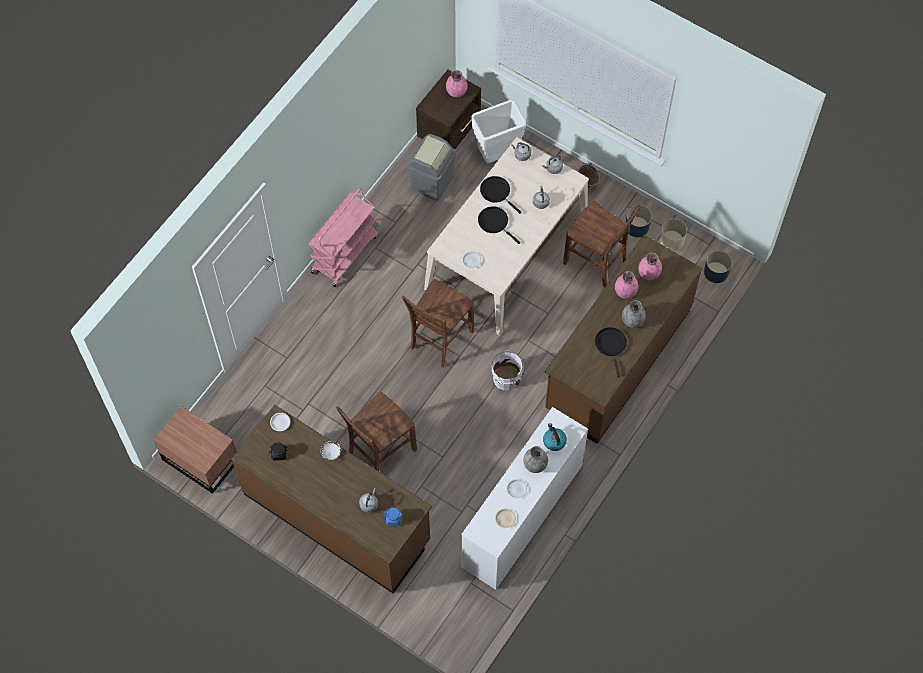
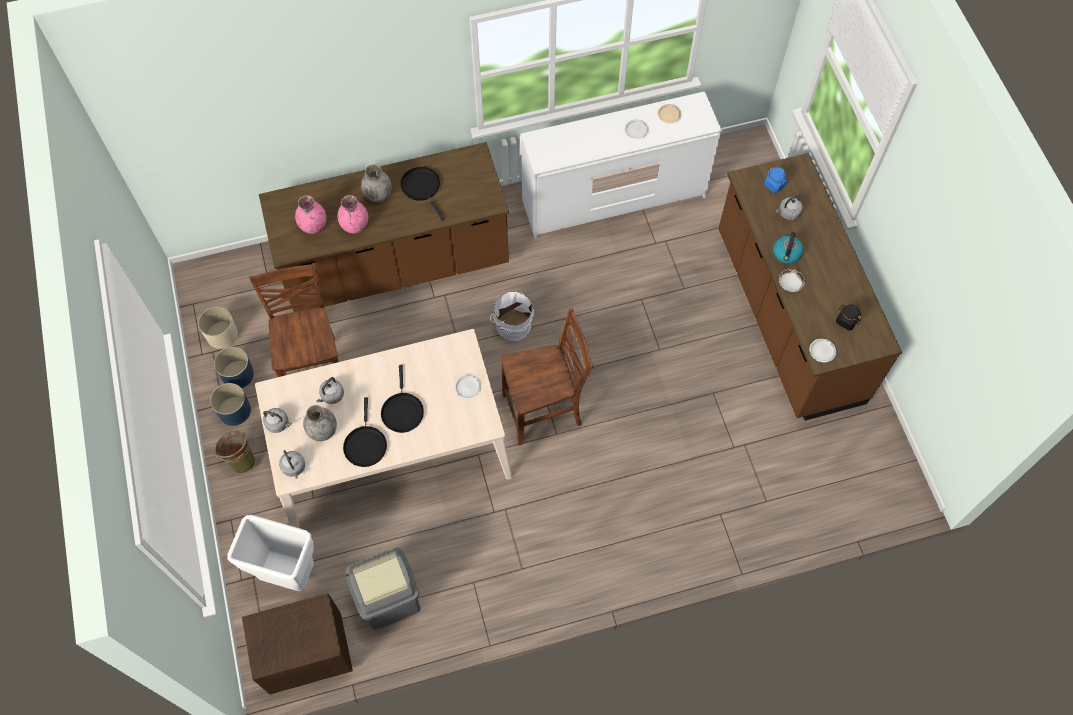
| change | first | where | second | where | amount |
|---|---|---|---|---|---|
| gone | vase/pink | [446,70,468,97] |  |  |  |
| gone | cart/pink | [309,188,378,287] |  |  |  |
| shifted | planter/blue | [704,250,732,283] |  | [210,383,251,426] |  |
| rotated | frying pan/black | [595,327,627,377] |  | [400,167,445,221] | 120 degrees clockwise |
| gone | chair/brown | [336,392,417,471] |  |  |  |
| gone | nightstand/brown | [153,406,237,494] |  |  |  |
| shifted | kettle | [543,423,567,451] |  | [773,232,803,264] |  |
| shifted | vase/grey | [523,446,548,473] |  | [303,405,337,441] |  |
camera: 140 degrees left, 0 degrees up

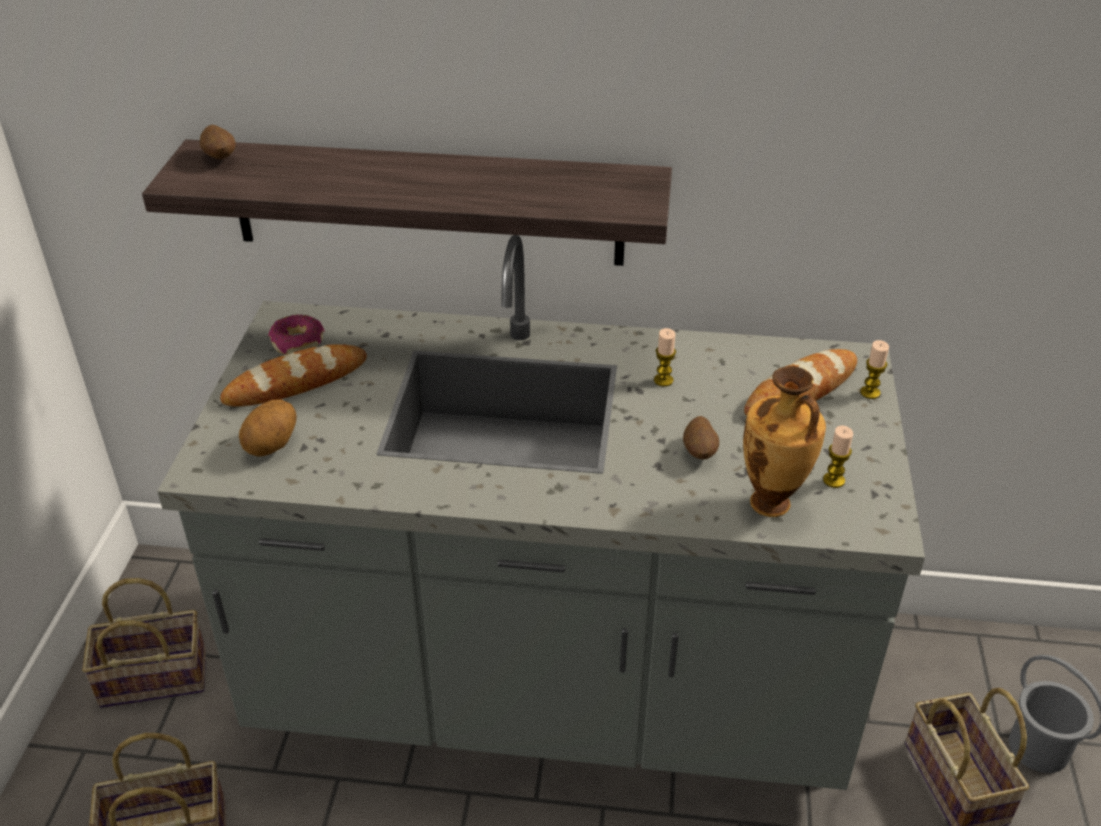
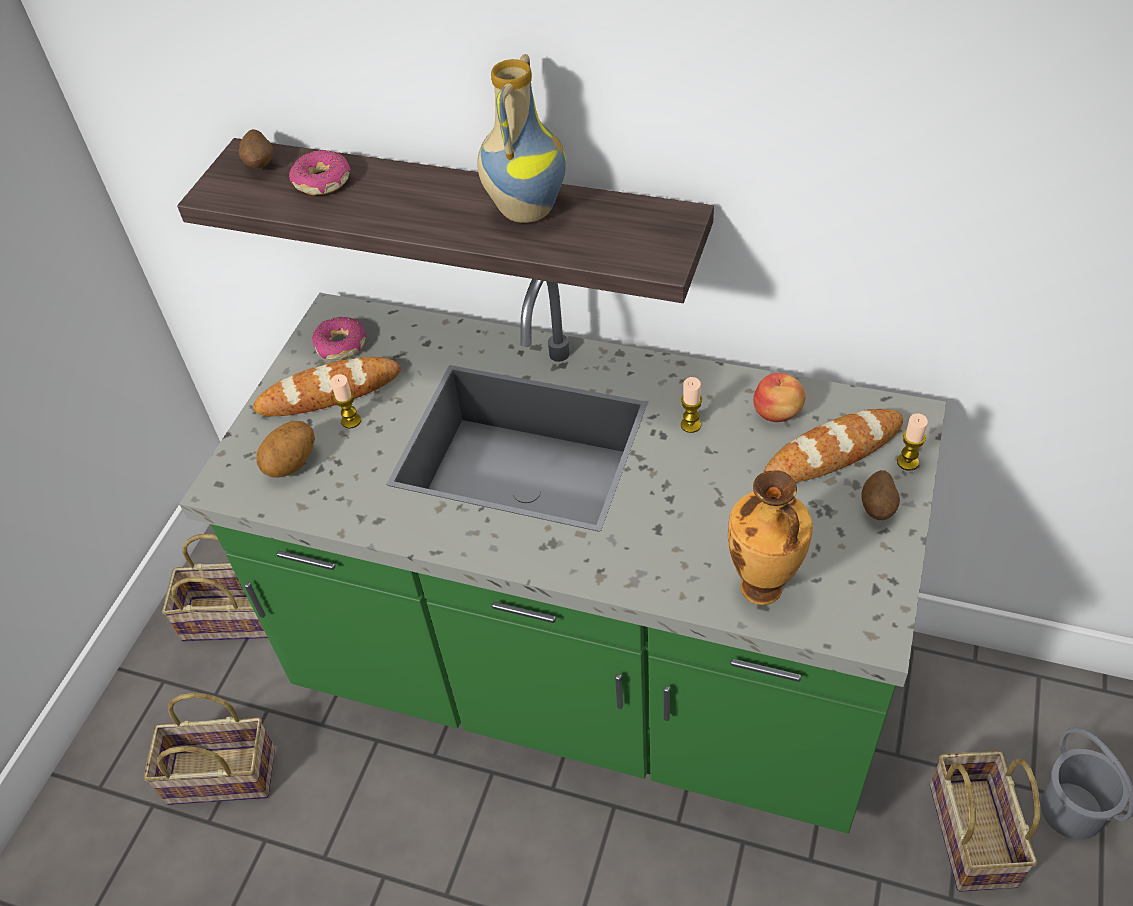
| change | first | where | second | where | amount |
|---|---|---|---|---|---|
| repainted | counter/grey | [157,235,925,790] | counter/green | [179,279,946,834] |  |
| shifted | potato | [683,416,719,459] |  | [861,470,900,520] |  |
| shifted | candle | [823,426,853,488] |  | [331,374,361,429] |  |
| new |  |  | vase | [477,54,566,223] |  |
| new |  |  | donut | [289,150,351,195] |  |
| new |  |  | apple | [753,373,805,422] |  |
camera: 15 degrees right, 10 degrees up

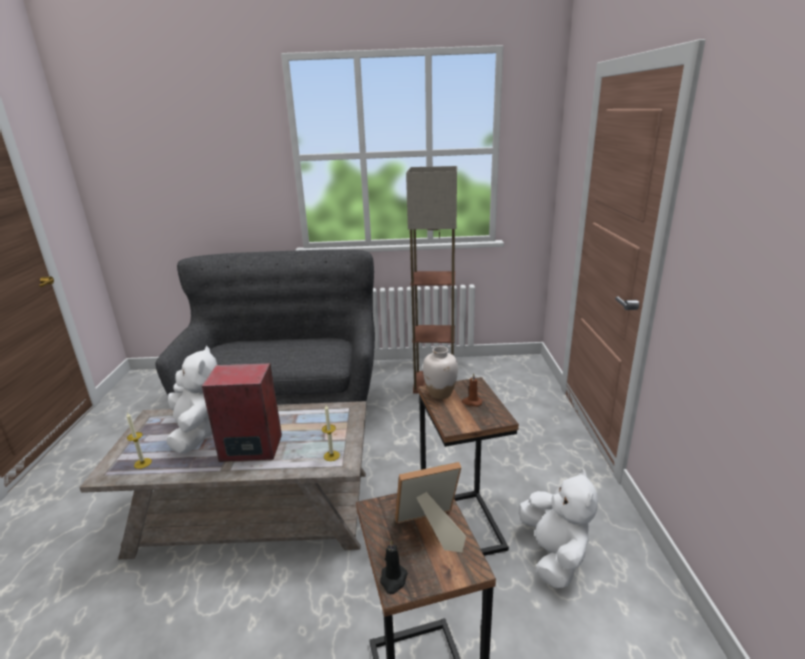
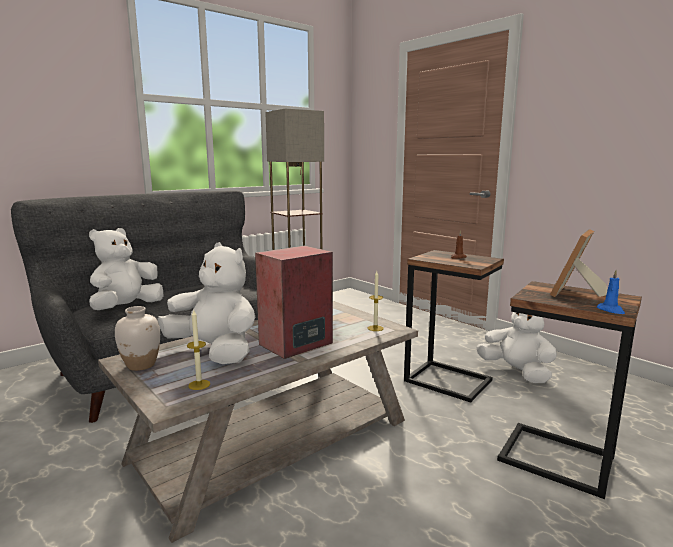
| change | first | where | second | where | amount |
|---|---|---|---|---|---|
| shifted | vase/white | [423,346,458,399] |  | [115,306,160,371] |  |
| repainted | candle/black | [380,540,408,594] | candle/blue | [597,270,625,314] |  |
| new |  |  | plush toy/white | [89,228,164,310] |  |
camera: 40 degrees left, 10 degrees down

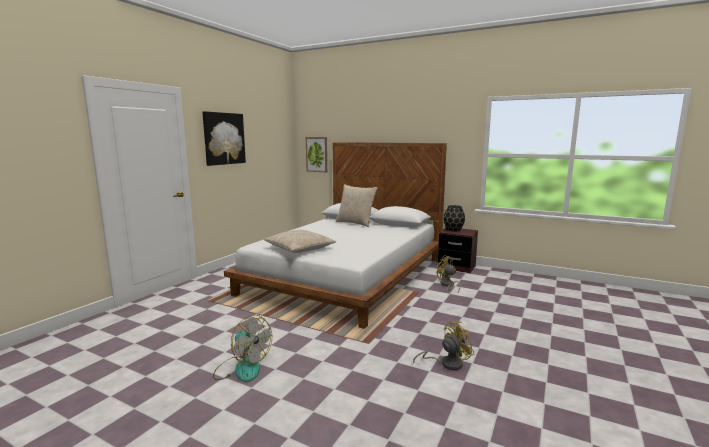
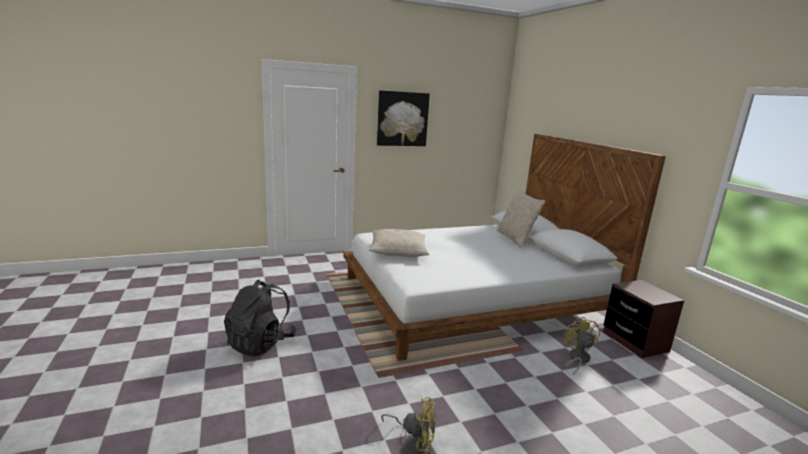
| change | first | where | second | where | amount |
|---|---|---|---|---|---|
| gone | picture | [306,137,327,172] |  |  |  |
| gone | vase/black | [443,205,465,231] |  |  |  |
| swapped | fan | [213,315,272,382] | backpack/black | [224,280,296,357] |  |
camera: 40 degrees right, 5 degrees up

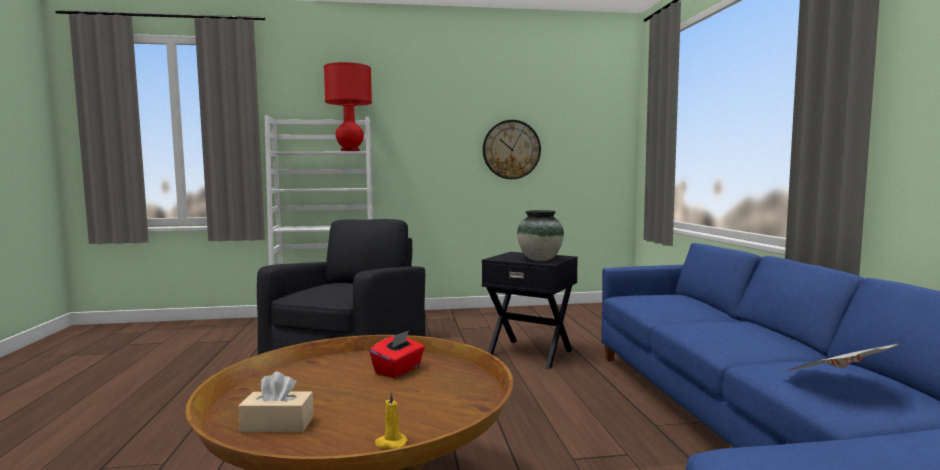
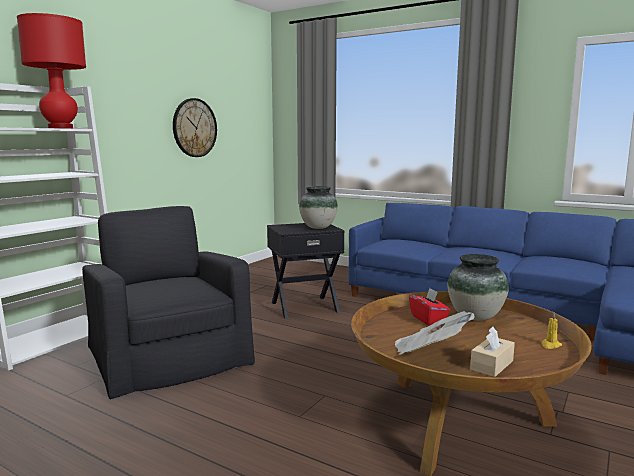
| change | first | where | second | where | amount |
|---|---|---|---|---|---|
| shifted | newspaper | [781,344,900,372] |  | [395,311,474,355] |  |
| new |  |  | vase | [447,254,509,321] |  |
camera: 50 degrees left, 5 degrees up

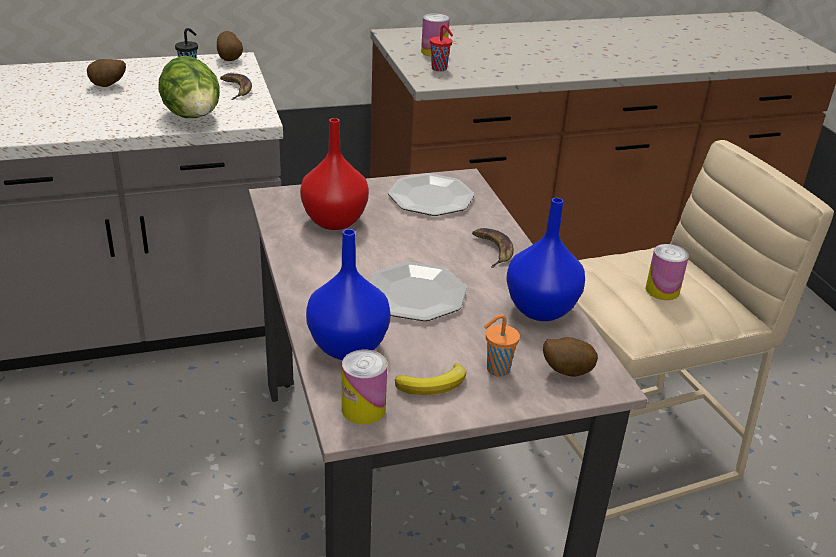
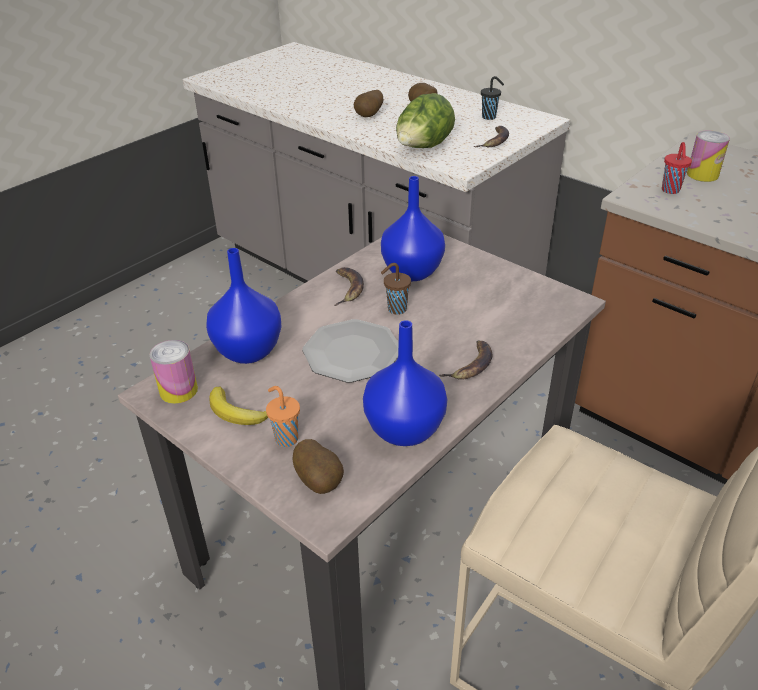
| change | first | where | second | where | amount |
|---|---|---|---|---|---|
| shifted | potato | [217,31,243,61] |  | [354,90,383,117] |  |
| repainted | vase/red | [300,118,369,230] | vase/blue | [381,176,445,281] |  |
| gone | plate | [388,173,475,216] |  |  |  |
| gone | can | [646,244,689,300] |  |  |  |
| new |  |  | cup/brown | [381,263,411,315] |  |
| new |  |  | banana | [334,267,364,306] |  |
camera: 60 degrees right, 5 degrees up

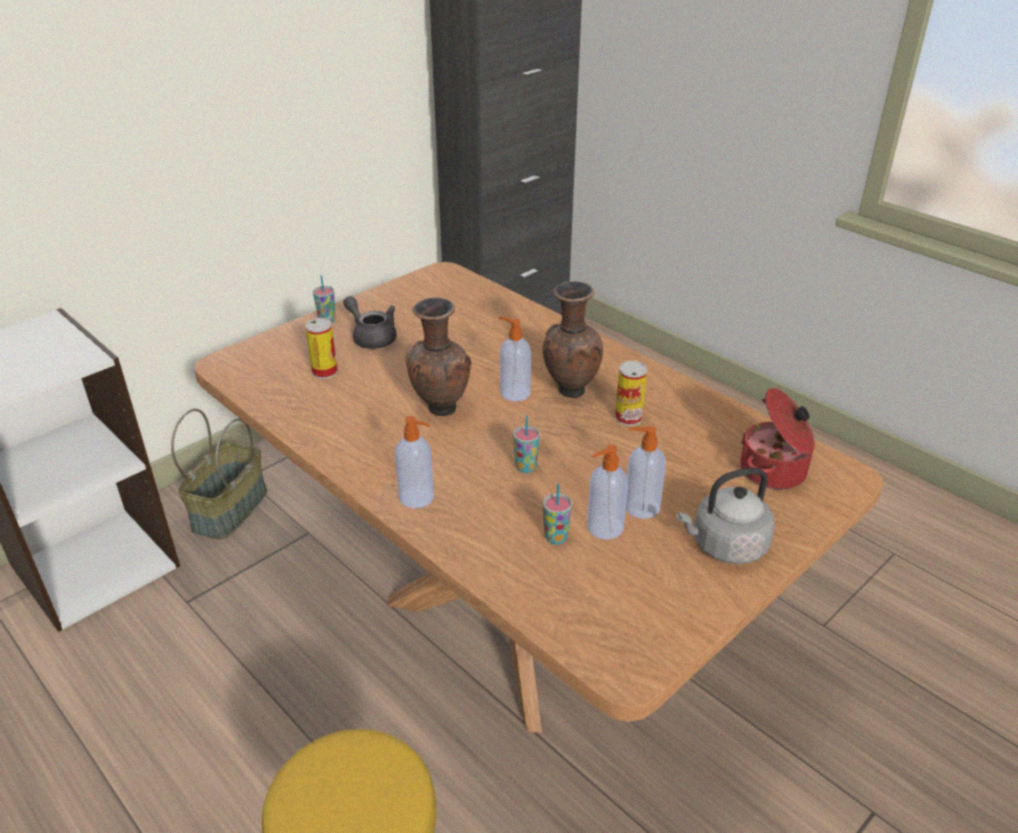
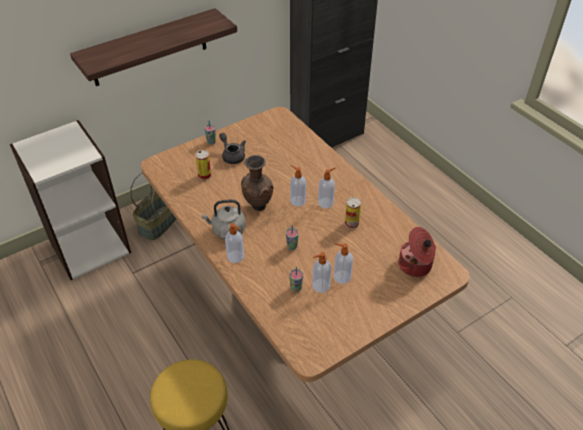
| change | first | where | second | where | amount |
|---|---|---|---|---|---|
| swapped | vase/brown | [542,281,603,398] | soap dispenser | [318,168,336,208] |  |
| shifted | kettle/grey | [677,468,775,564] |  | [201,199,246,239] |  |
| new |  |  | shelf | [70,8,237,86] |  |
camera: 10 degrees right, 10 degrees up

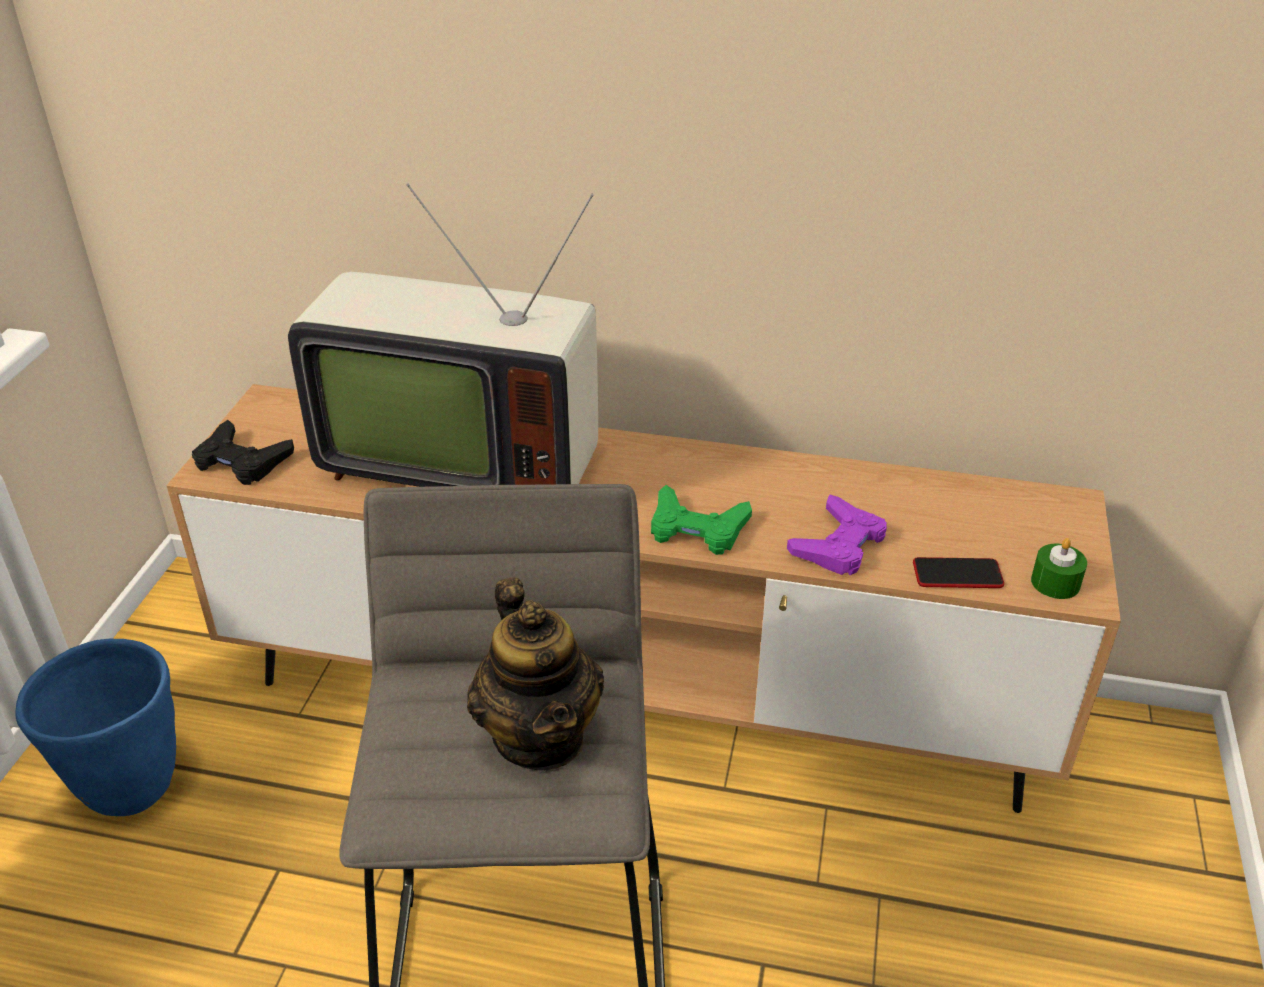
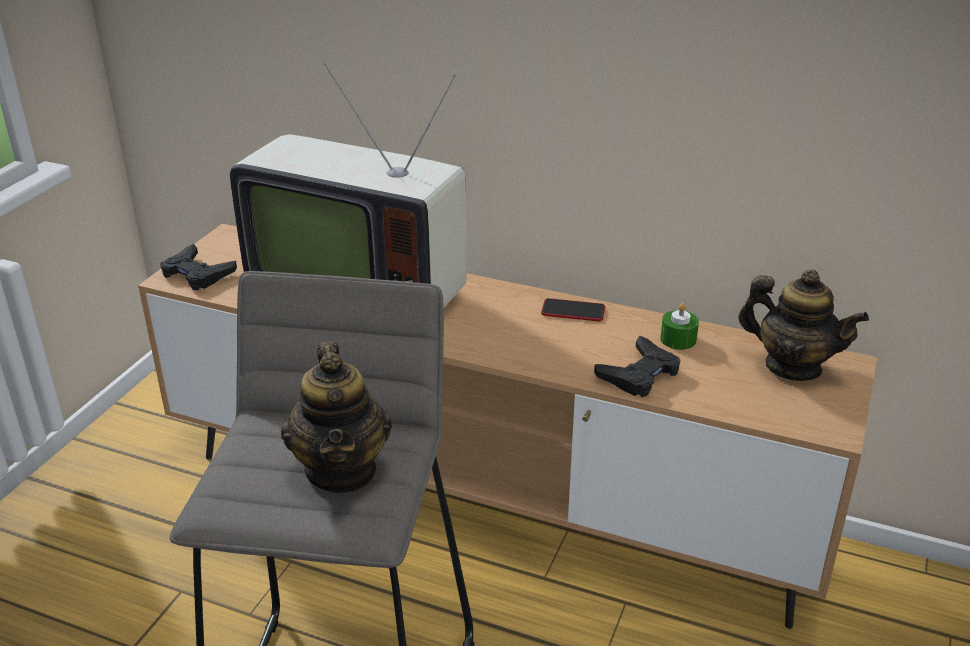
| change | first | where | second | where | amount |
|---|---|---|---|---|---|
| gone | game controller/green | [651,485,752,555] |  |  |  |
| repainted | game controller/purple | [787,494,887,575] | game controller/black | [594,335,680,397] |  |
| shifted | candle/green | [1031,538,1087,599] |  | [660,303,699,350] |  |
| shifted | phone | [913,557,1004,588] |  | [541,298,605,321] |  |
| gone | planter/blue | [15,639,176,816] |  |  |  |
| new |  |  | teapot | [738,269,869,381] |  |
camera: 10 degrees right, 5 degrees down

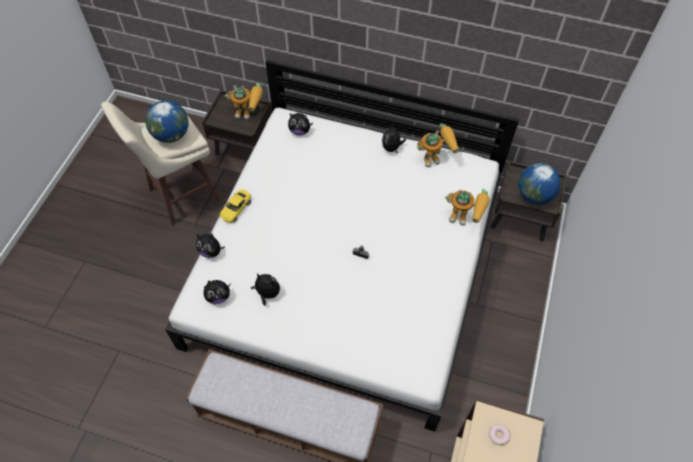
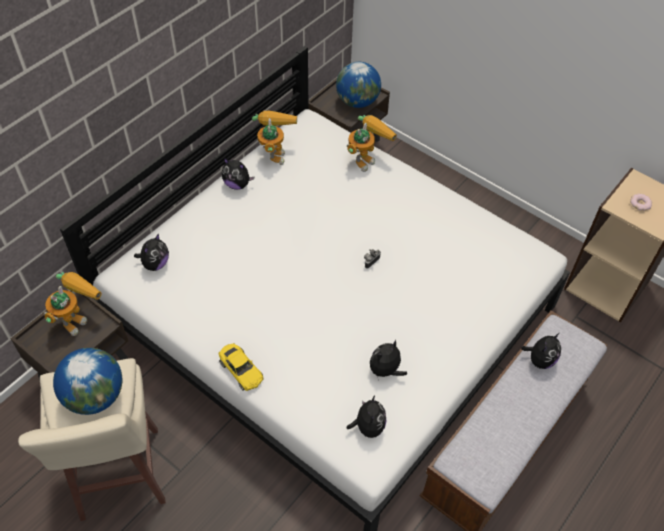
| change | first | where | second | where | amount |
|---|---|---|---|---|---|
| shifted | plush toy | [196,233,225,258] |  | [521,333,561,369] |  |
camera: 70 degrees left, 5 degrees down

